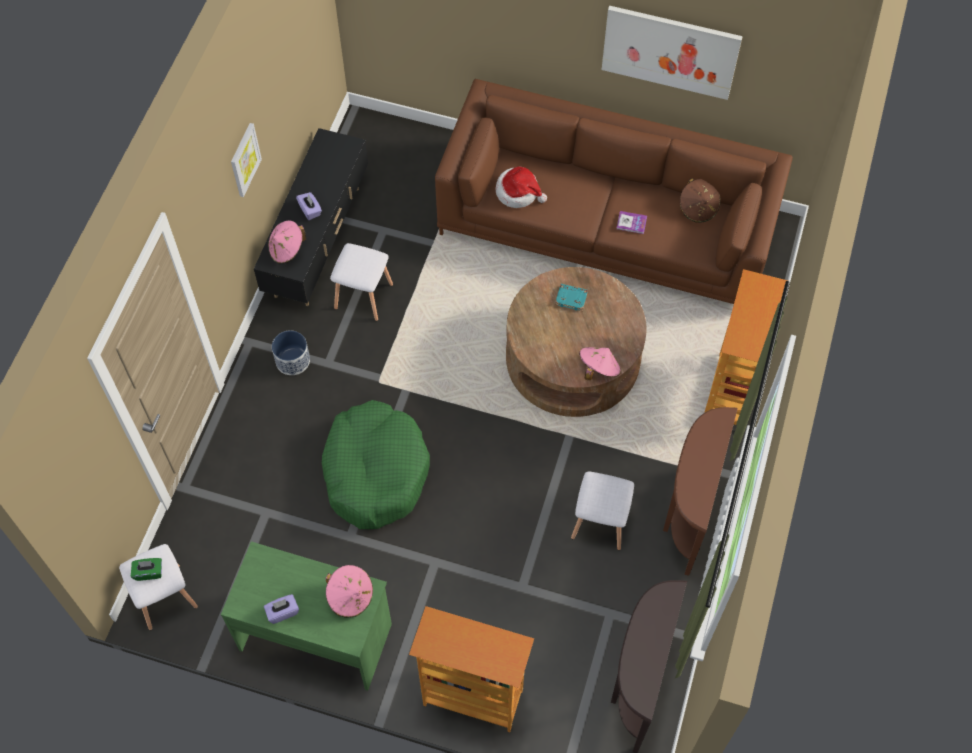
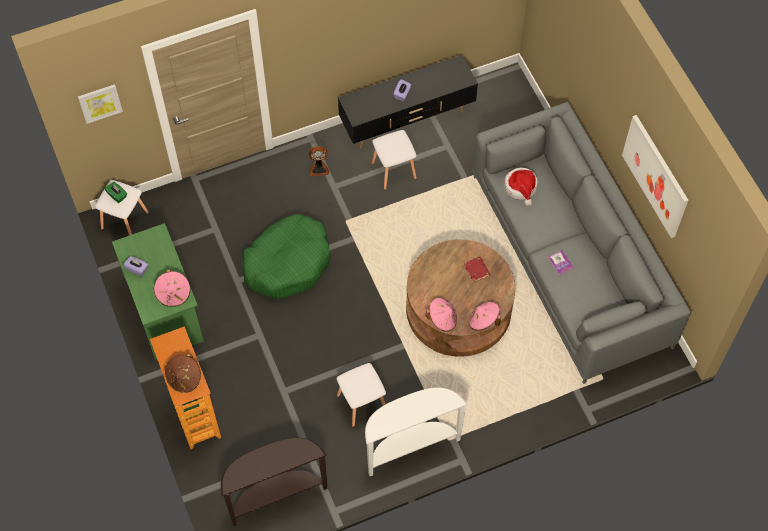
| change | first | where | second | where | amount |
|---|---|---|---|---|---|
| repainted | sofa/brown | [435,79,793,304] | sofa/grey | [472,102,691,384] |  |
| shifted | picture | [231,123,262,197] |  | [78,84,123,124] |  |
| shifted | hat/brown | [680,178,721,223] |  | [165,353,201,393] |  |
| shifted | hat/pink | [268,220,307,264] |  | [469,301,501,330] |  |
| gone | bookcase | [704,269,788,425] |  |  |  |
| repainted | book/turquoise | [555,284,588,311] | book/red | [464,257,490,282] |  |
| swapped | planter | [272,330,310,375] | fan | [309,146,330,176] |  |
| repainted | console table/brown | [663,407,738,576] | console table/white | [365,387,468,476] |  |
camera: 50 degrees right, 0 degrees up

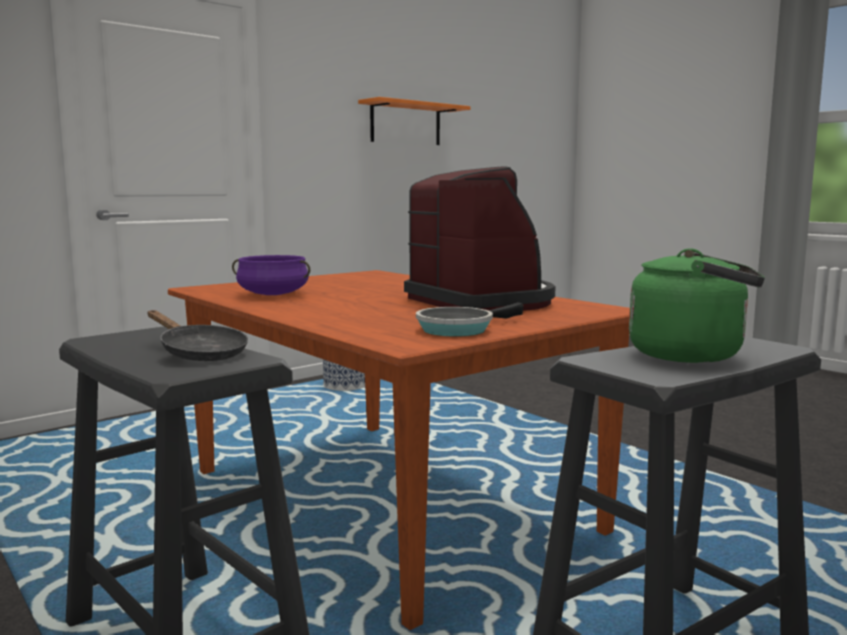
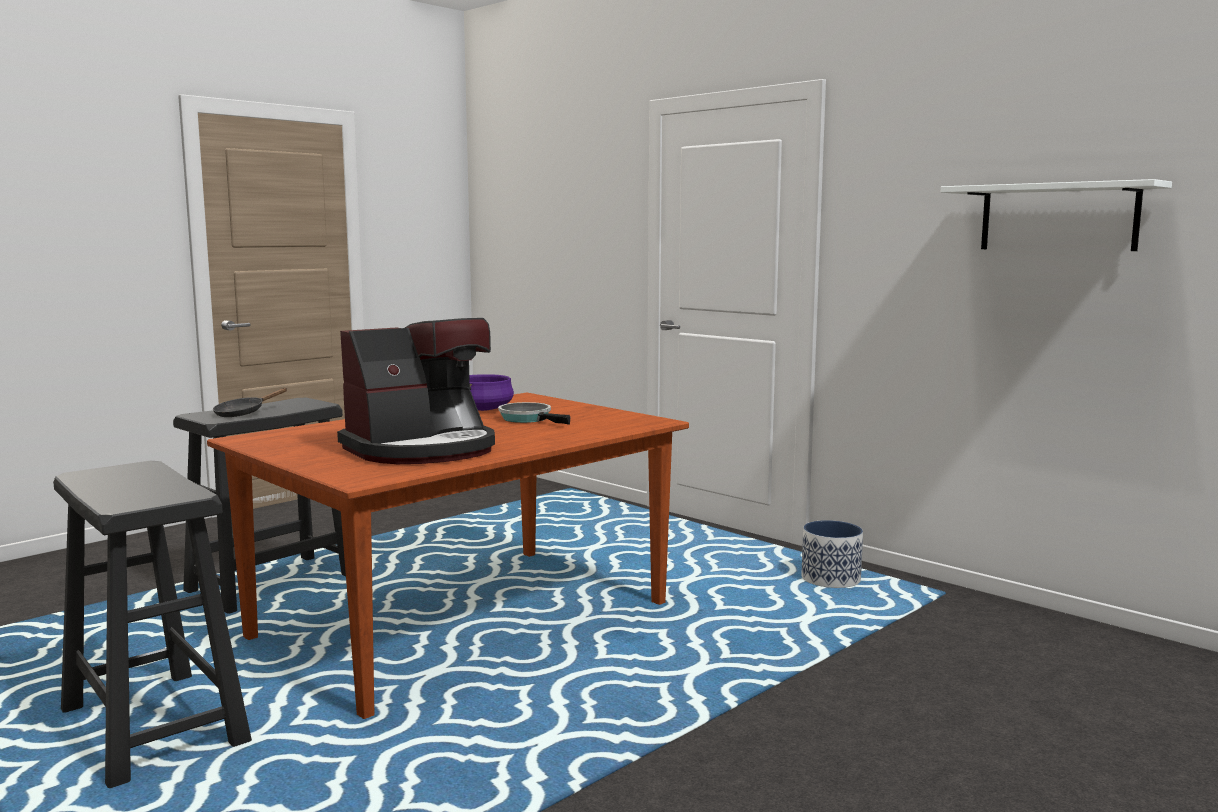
| change | first | where | second | where | amount |
|---|---|---|---|---|---|
| repainted | shelf/orange | [358,97,471,145] | shelf/white | [941,179,1172,251] |  |
| gone | kettle/green | [629,249,765,363] |  |  |  |
| shifted | frying pan | [416,302,523,337] |  | [498,402,570,425] |  |
camera: 85 degrees right, 0 degrees up

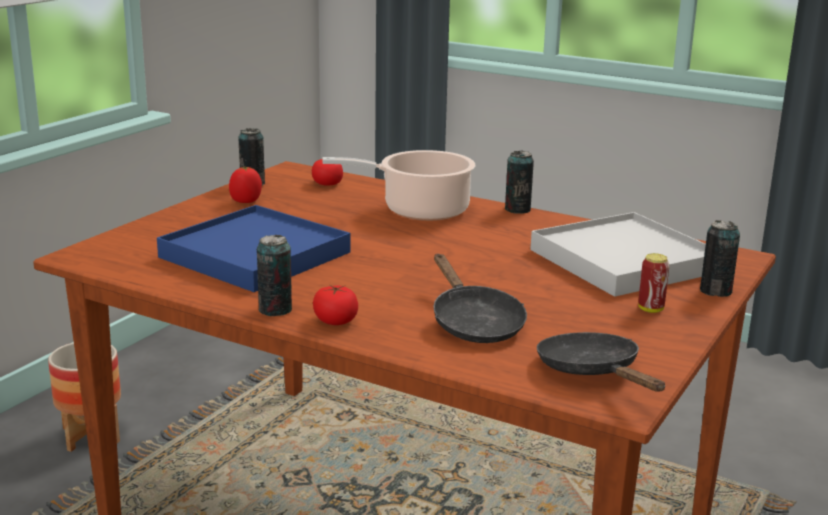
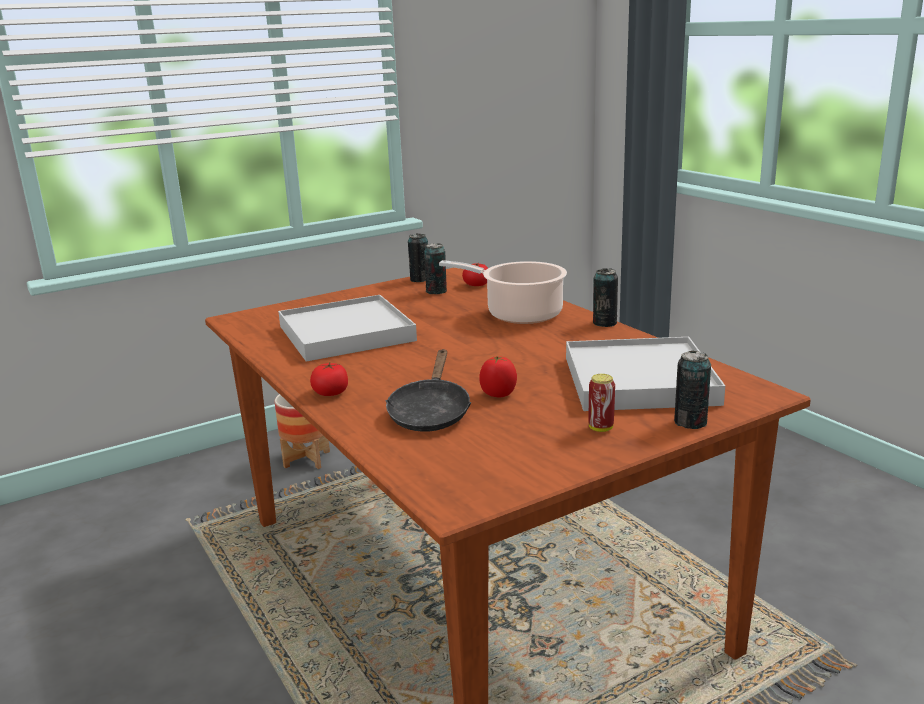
| change | first | where | second | where | amount |
|---|---|---|---|---|---|
| shifted | tomato | [229,166,262,203] |  | [479,356,517,397] |  |
| repainted | tray/blue | [157,205,351,292] | tray/white | [278,295,417,362] |  |
| shifted | can | [257,235,292,316] |  | [424,243,447,294] |  |
| gone | frying pan/black | [537,332,665,392] |  |  |  |
camera: 30 degrees right, 0 degrees up

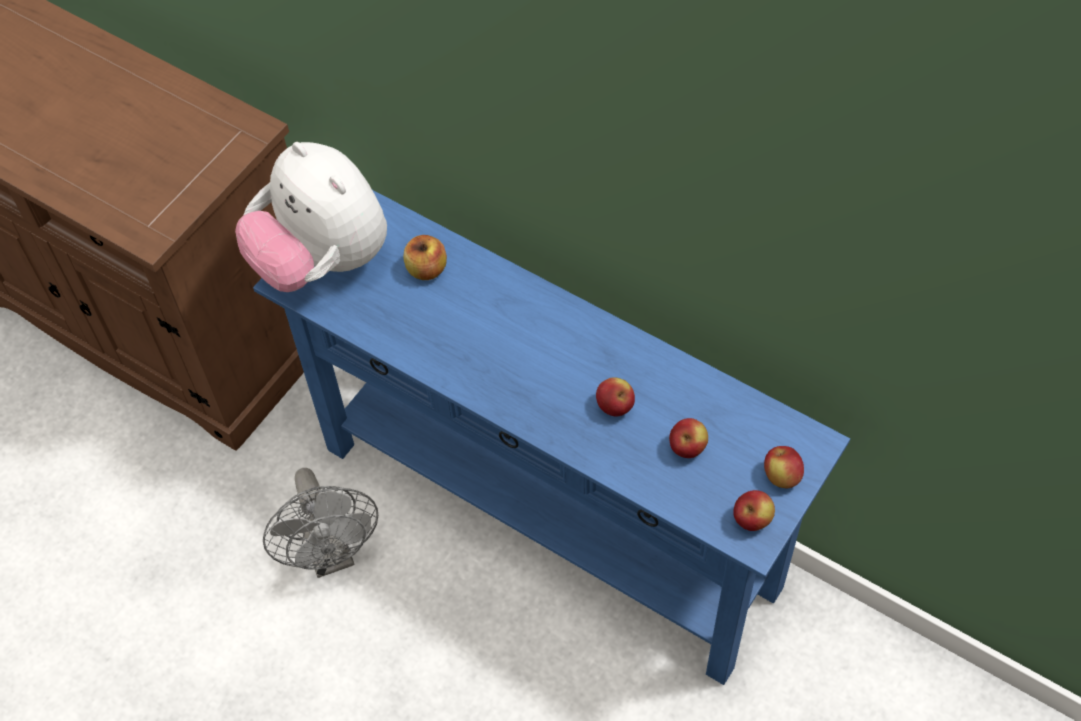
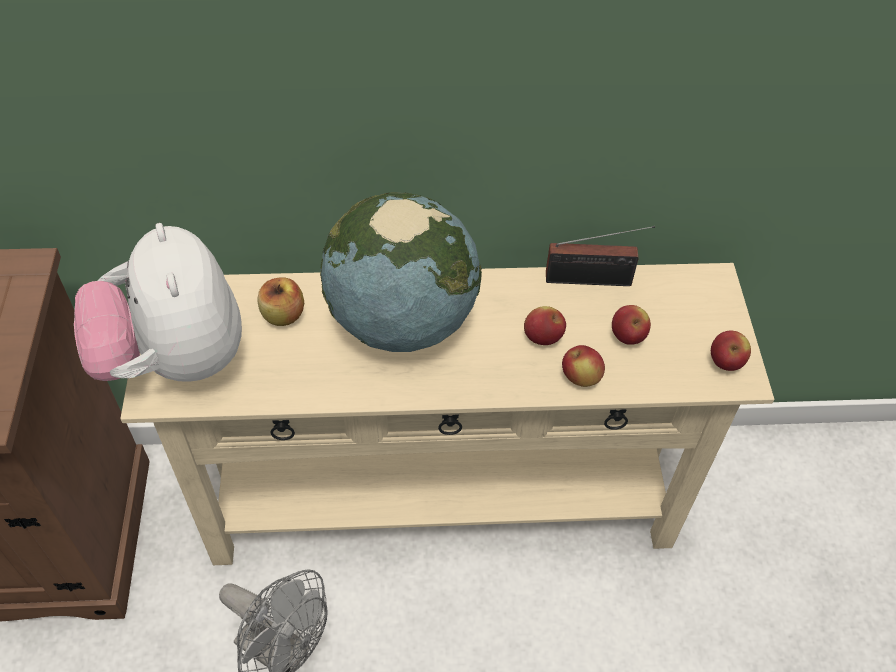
| change | first | where | second | where | amount |
|---|---|---|---|---|---|
| rotated | plush toy | [235,142,387,292] |  | [74,223,242,382] | 60 degrees clockwise |
| repainted | console table/blue | [253,190,850,685] | console table/beige | [120,263,774,565] |  |
| shifted | apple | [764,446,804,488] |  | [562,345,605,387] |  |
| new |  |  | globe | [320,192,482,352] |  |
| new |  |  | radio | [546,226,655,286] |  |
camera: 40 degrees left, 5 degrees down

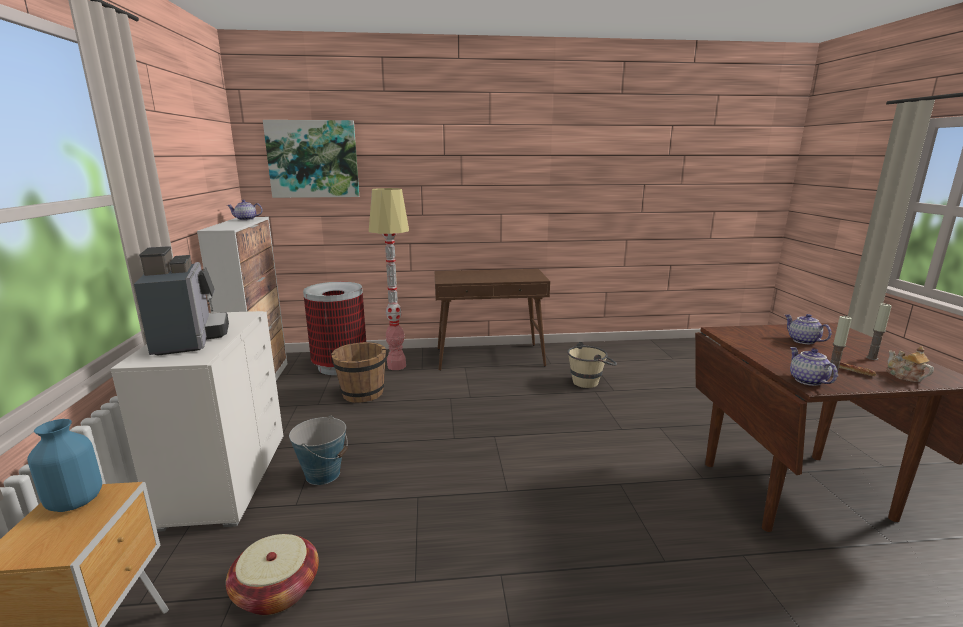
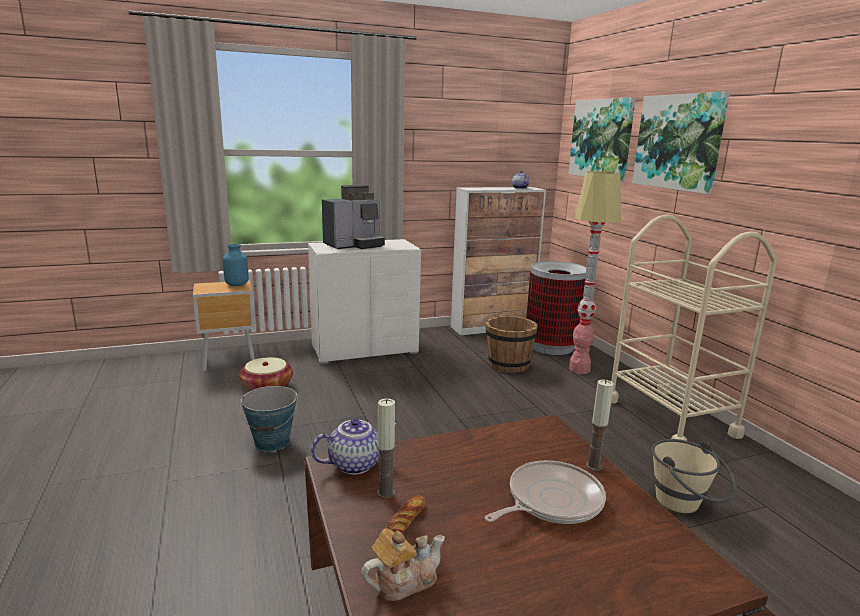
| change | first | where | second | where | amount |
|---|---|---|---|---|---|
| swapped | console table/brown | [435,269,550,371] | cart/beige | [611,214,777,441] |  |
| shifted | candle | [866,304,892,360] |  | [586,379,614,471] |  |
| swapped | teapot | [785,314,831,344] | frying pan | [485,460,606,524] |  |
| shifted | bucket | [289,415,348,485] |  | [240,386,298,452] |  |
| new |  |  | picture | [632,91,730,194] |  |
camera: 75 degrees right, 0 degrees up

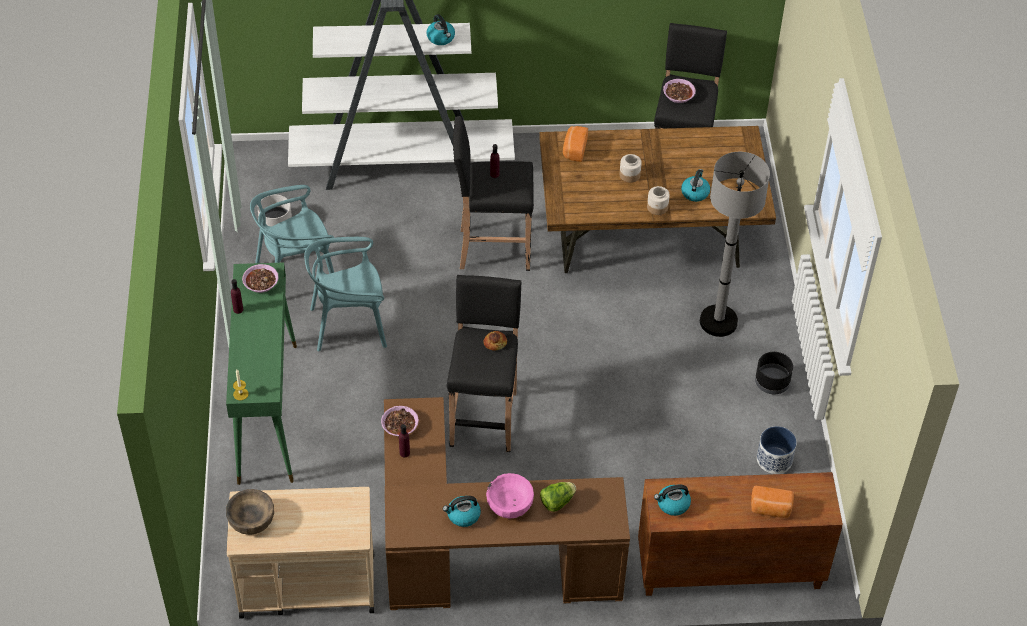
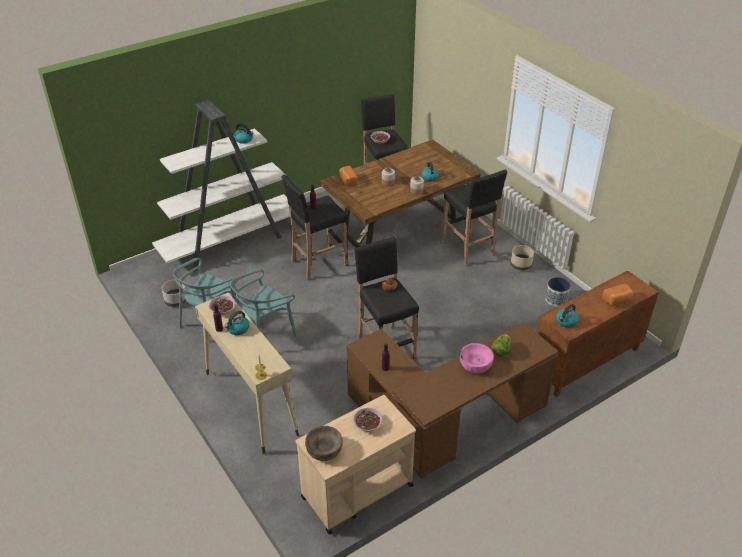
| change | first | where | second | where | amount |
|---|---|---|---|---|---|
| swapped | floor lamp/grey | [700,152,770,337] | stool/black | [441,169,507,266] |  |
| repainted | console table/green | [226,262,297,485] | console table/beige | [195,292,299,454] |  |
| repainted | planter/black | [755,352,793,394] | planter/beige | [510,245,534,271] |  |
| shifted | bowl | [381,406,419,436] |  | [353,408,383,432] |  |
| shifted | kettle | [443,496,481,527] |  | [224,311,250,335] |  |
camera: 30 degrees left, 10 degrees down

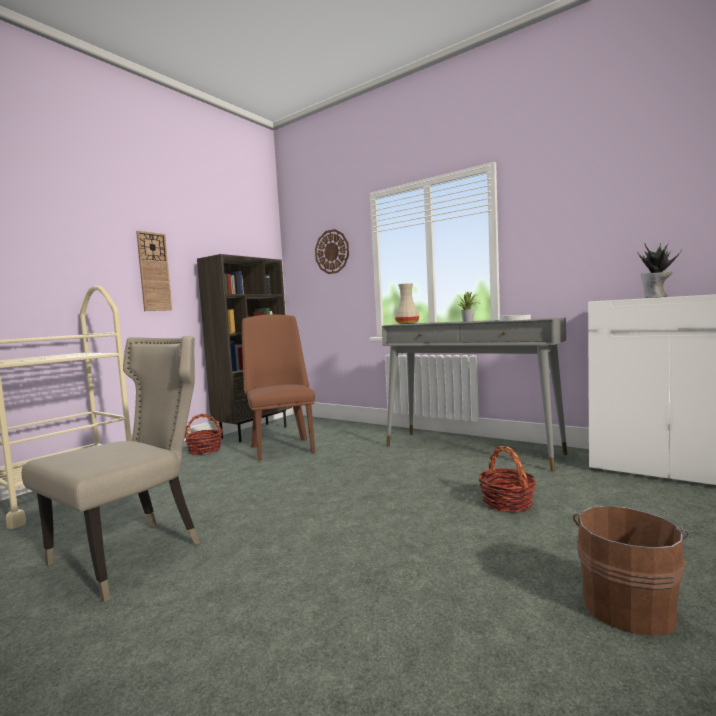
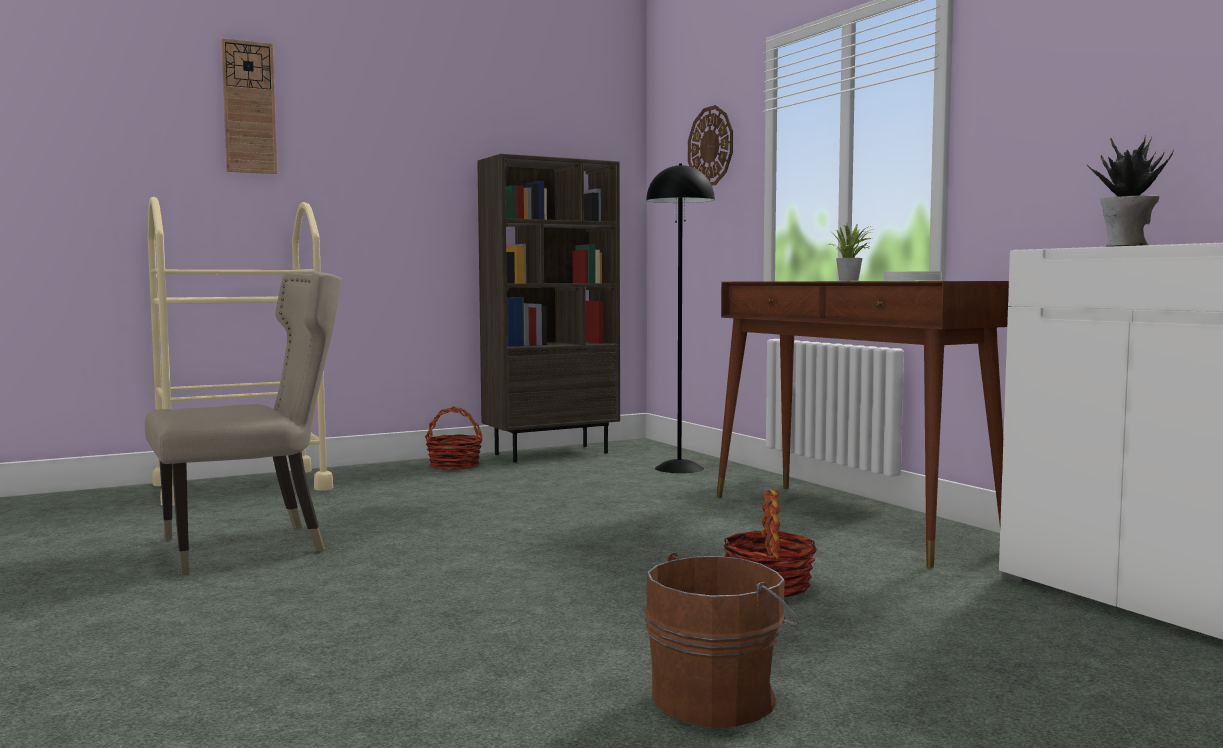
| change | first | where | second | where | amount |
|---|---|---|---|---|---|
| shifted | wall clock | [136,231,172,311] |  | [221,38,277,174] |  |
| gone | vase/beige | [395,283,419,324] |  |  |  |
| gone | chair/brown | [242,314,315,461] |  |  |  |
| repainted | console table/grey | [382,317,567,472] | console table/brown | [716,281,1009,568] |  |
| new |  |  | floor lamp/black | [646,163,715,473] |  |
camera: 25 degrees right, 0 degrees up

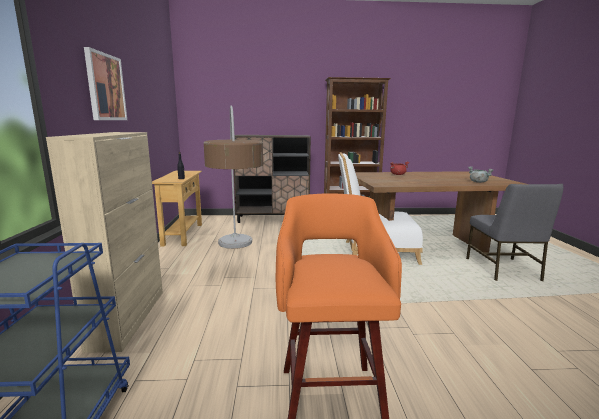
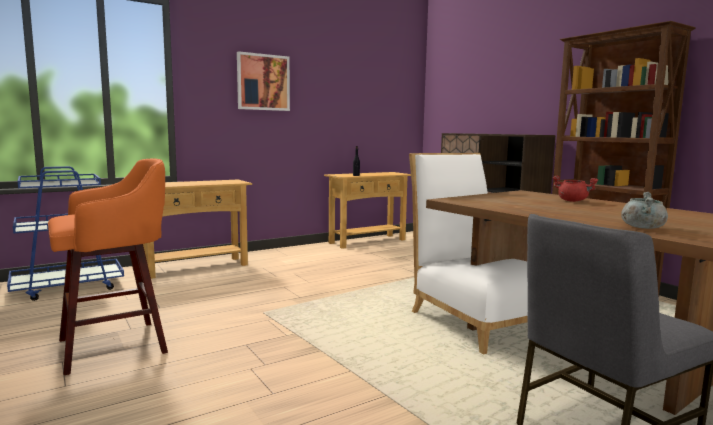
| change | first | where | second | where | amount |
|---|---|---|---|---|---|
| gone | floor lamp | [204,106,263,249] |  |  |  |
| swapped | cabinet/beige | [46,132,163,353] | console table/beige | [143,180,252,279] |  |
camera: 60 degrees right, 5 degrees down

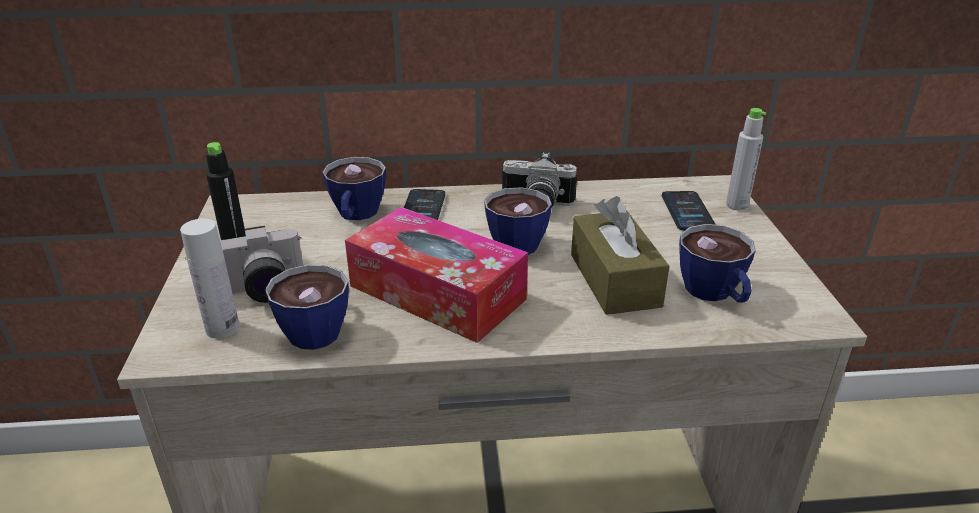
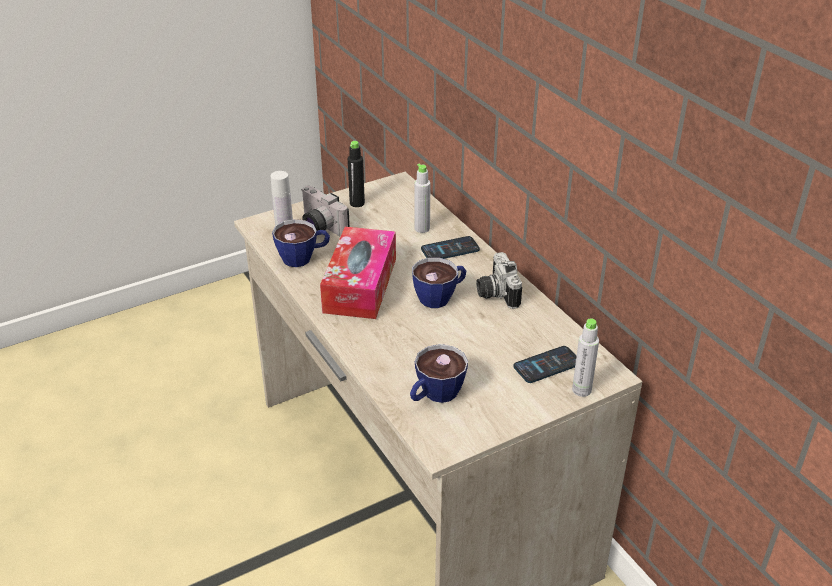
| change | first | where | second | where | amount |
|---|---|---|---|---|---|
| swapped | cup | [322,157,386,220] | bottle/grey | [414,164,431,233] |  |
| gone | tissue box/brown | [571,196,670,315] |  |  |  |
camera: 65 degrees right, 5 degrees up

